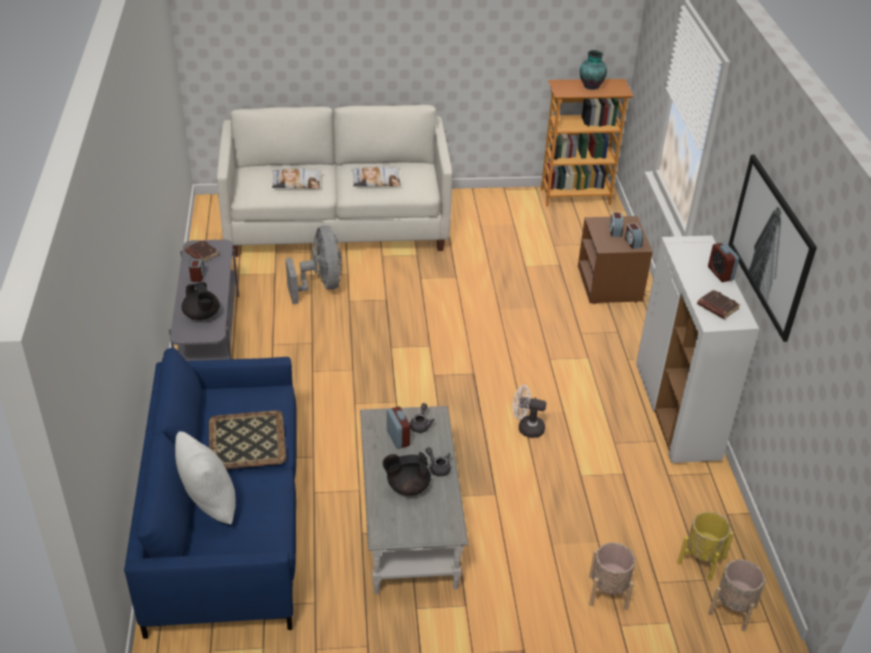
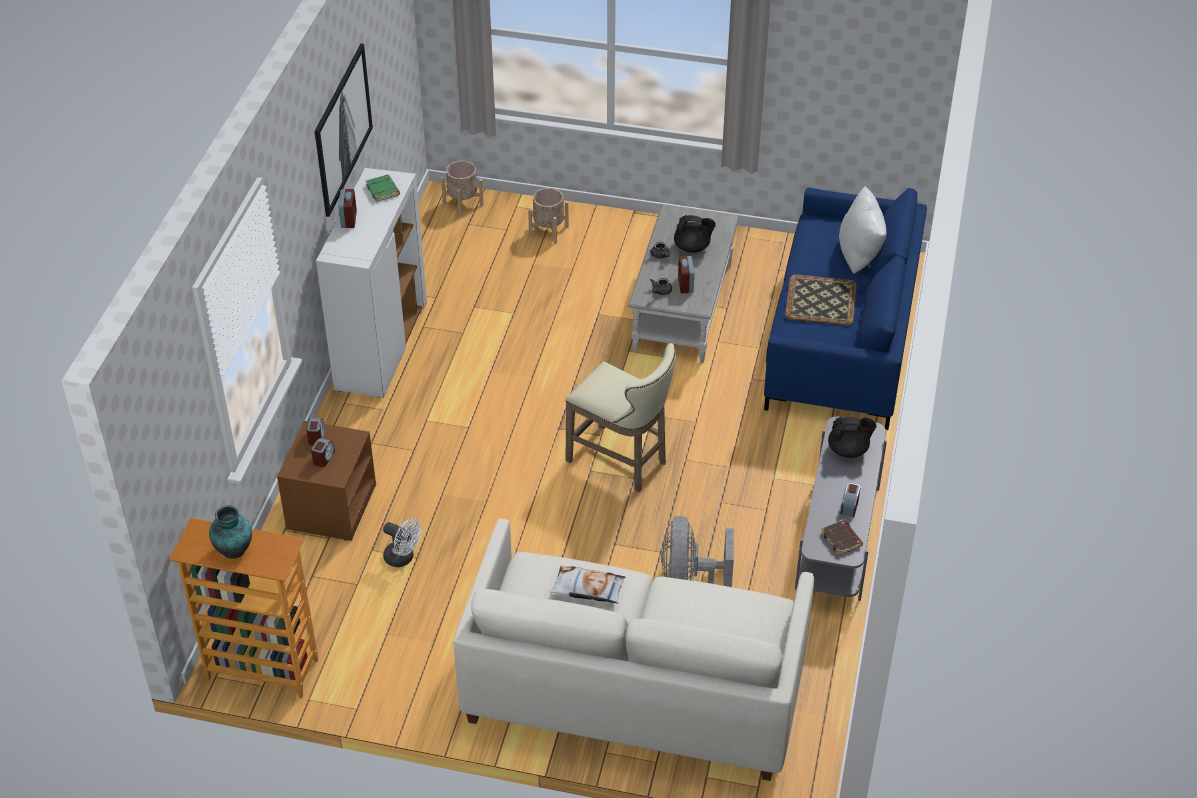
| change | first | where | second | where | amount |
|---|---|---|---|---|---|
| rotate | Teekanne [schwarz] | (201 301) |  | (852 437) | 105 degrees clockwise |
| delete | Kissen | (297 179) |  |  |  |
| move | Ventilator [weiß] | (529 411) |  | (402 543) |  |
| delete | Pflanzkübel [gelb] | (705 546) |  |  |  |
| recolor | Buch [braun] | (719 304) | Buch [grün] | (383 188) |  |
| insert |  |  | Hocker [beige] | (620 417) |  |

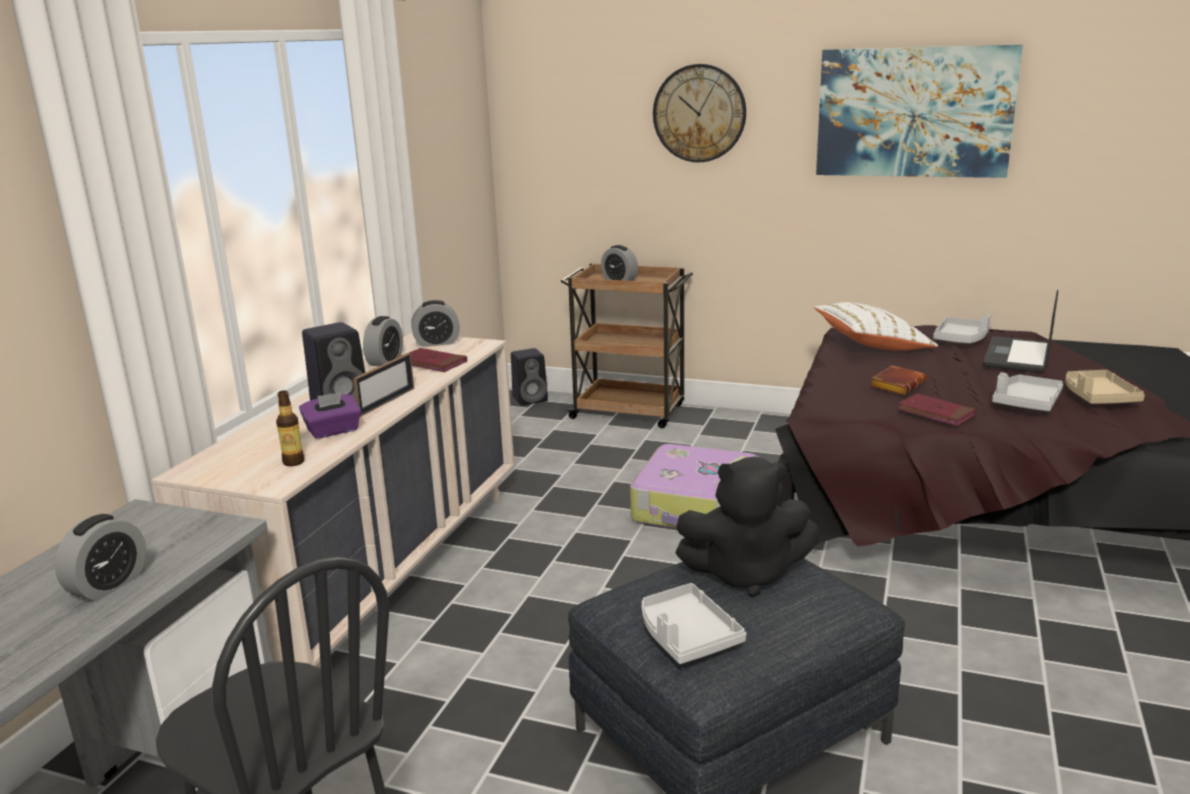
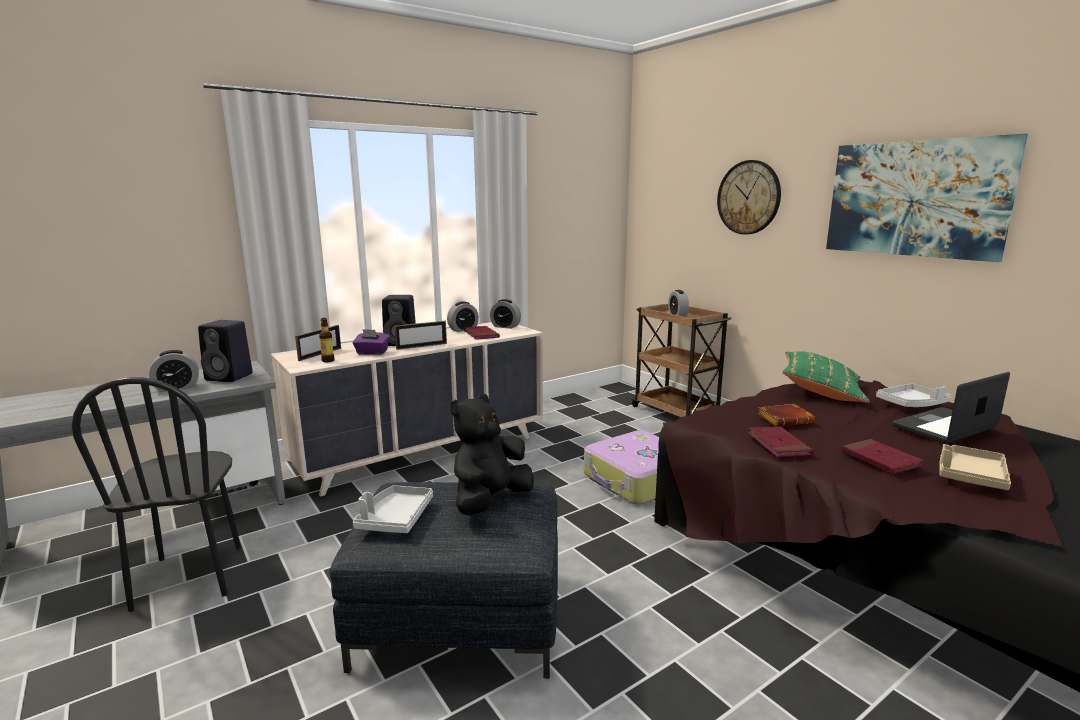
| change | first | where | second | where | amount |
|---|---|---|---|---|---|
| move | Lautsprecher [schwarz] | (529 376) |  | (225 351) |  |
| rotate | Plüschtier [schwarz] | (747 526) |  | (492 454) | 90 degrees clockwise |
| recolor | Kissen [weiß] | (876 326) | Kissen [grün] | (826 377) |  |
| replace | Tablett [grau] | (1027 391) | Buch [rot] | (882 456) |  |
| insert |  |  | Bilderrahmen | (318 343) |  |

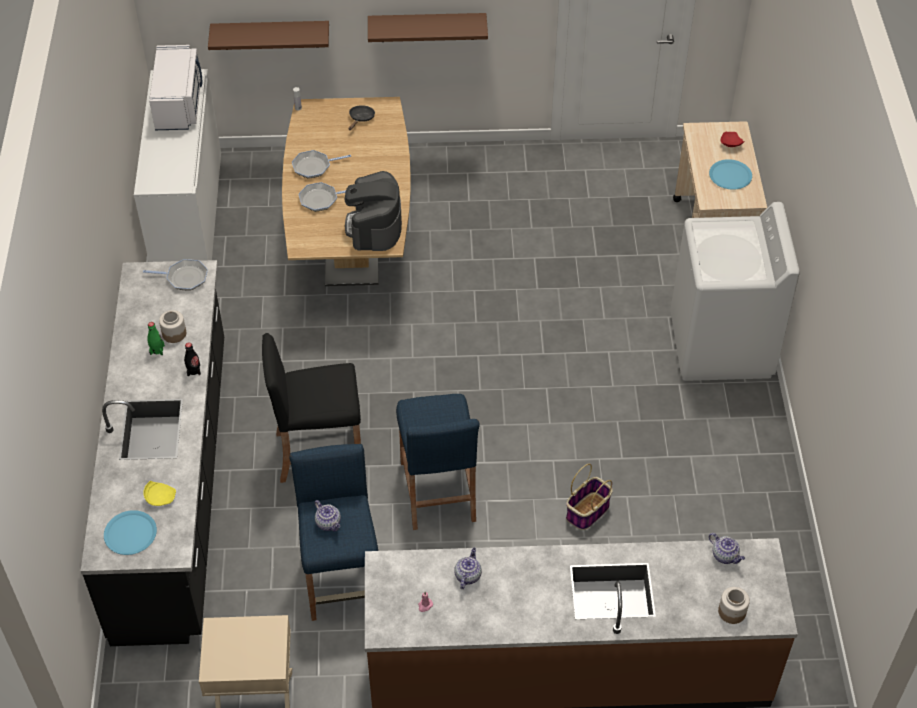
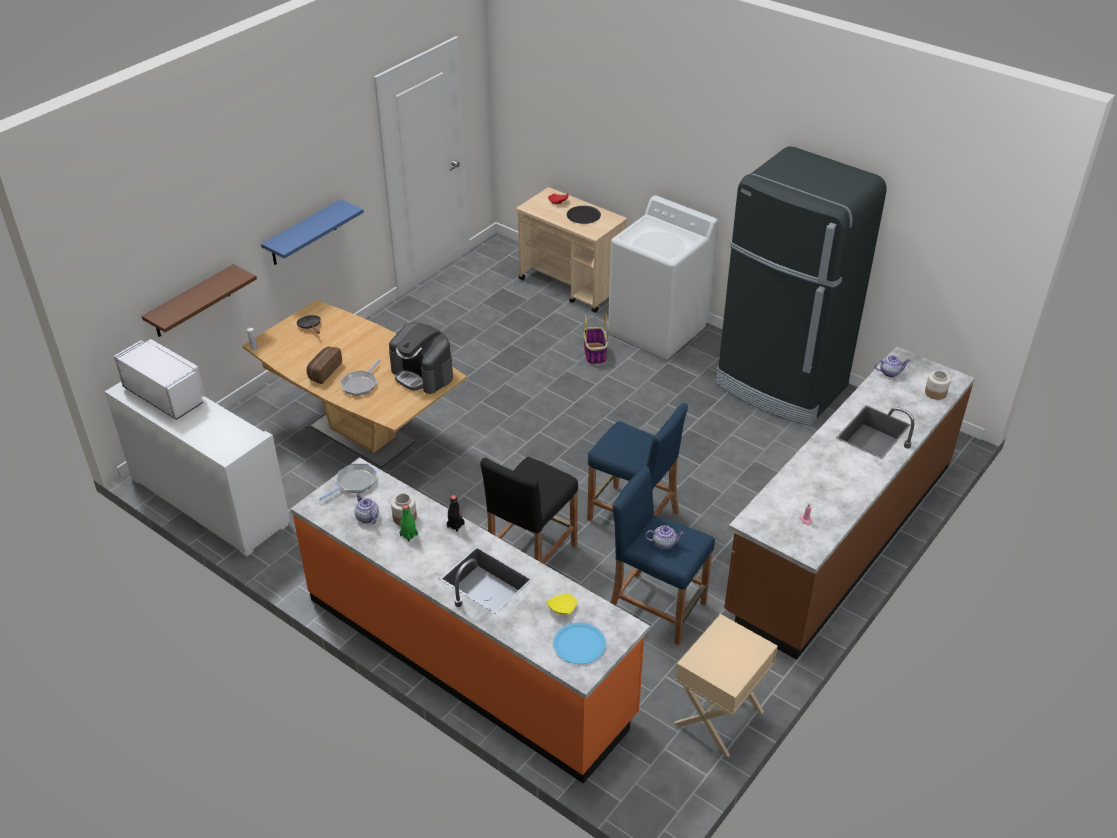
| change | first | where | second | where | amount |
|---|---|---|---|---|---|
| recolor | Küchenzeile [schwarz] | (152 453) | Küchenzeile [orange] | (470 620) |  |
| replace | Pfanne | (321 164) | Brot | (324 365) |  |
| recolor | Wandregal [braun] | (428 27) | Wandregal [blau] | (312 232) |  |
| move | Teekanne | (468 568) |  | (366 508) |  |
| move | Korb | (589 497) |  | (595 339) |  |
| recolor | Teller [blau] | (730 174) | Teller [schwarz] | (584 215) |  |
| insert |  |  | Kühlschrank [schwarz] | (801 286) |  |

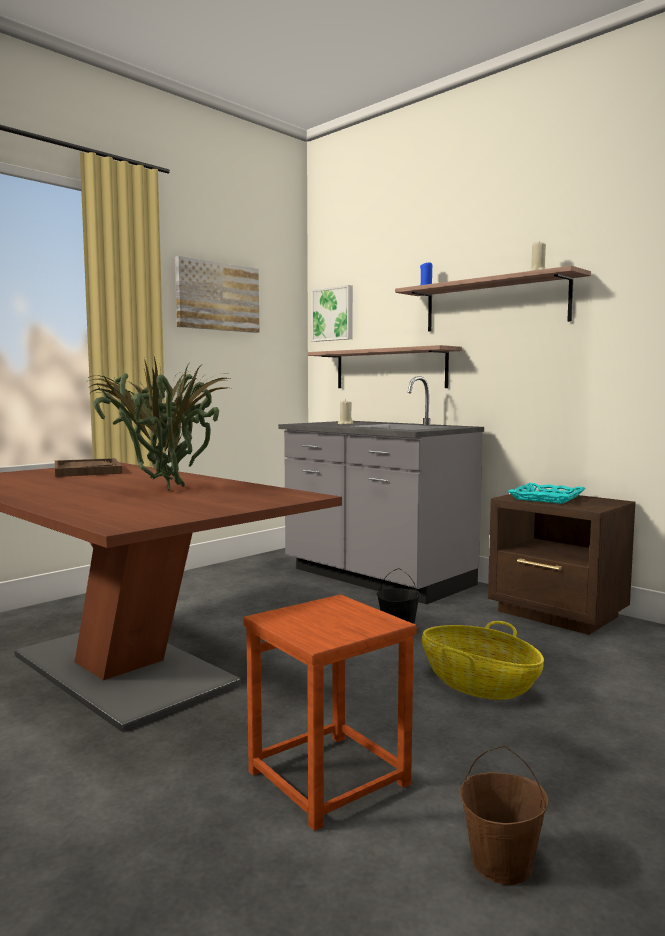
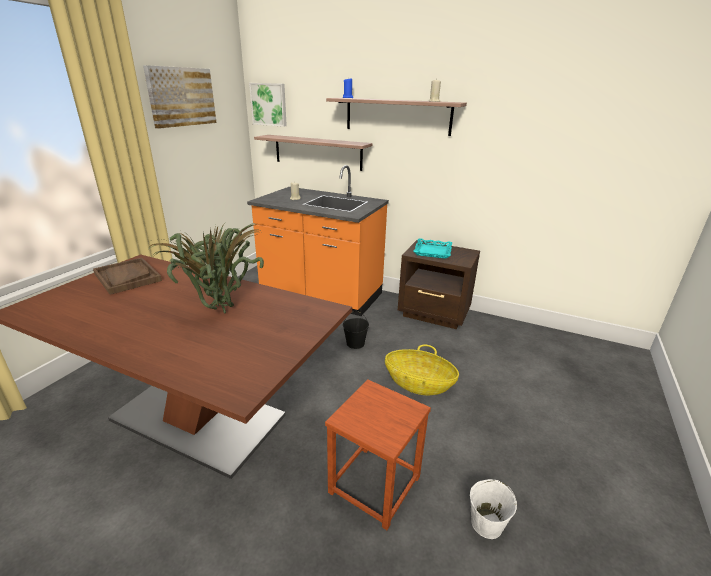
| change | first | where | second | where | amount |
|---|---|---|---|---|---|
| recolor | Küchenzeile [grau] | (381 490) | Küchenzeile [orange] | (318 240) |  |
| recolor | Eimer [braun] | (504 815) | Eimer [weiß] | (493 509) |  |

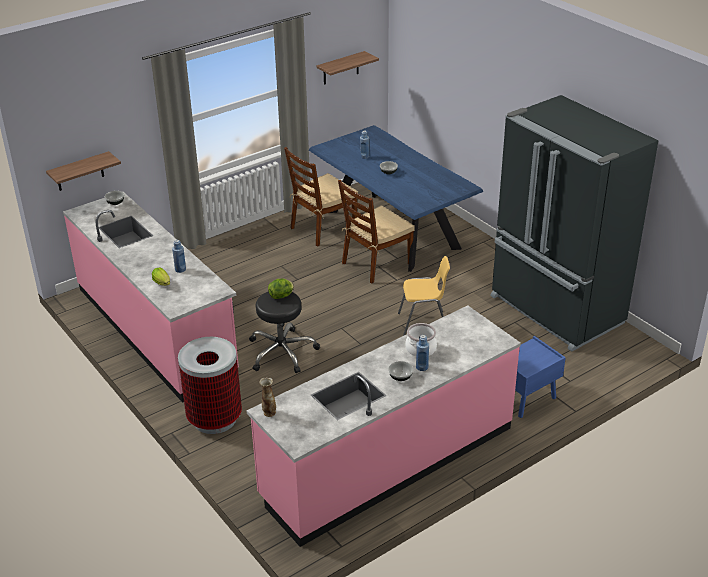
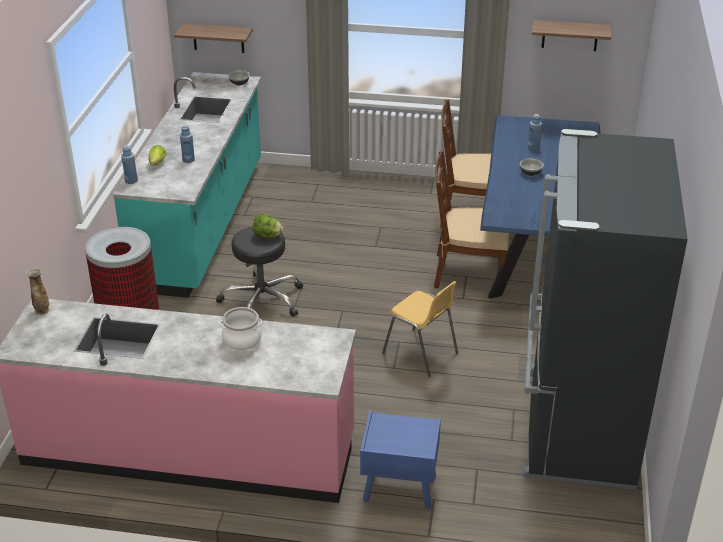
| change | first | where | second | where | amount |
|---|---|---|---|---|---|
| recolor | Küchenzeile [rosa] | (151 297) | Küchenzeile [türkis] | (187 185) |  |
| delete | Schüssel | (400 371) |  |  |  |
| move | Flasche [blau] | (422 353) |  | (129 164) |  |

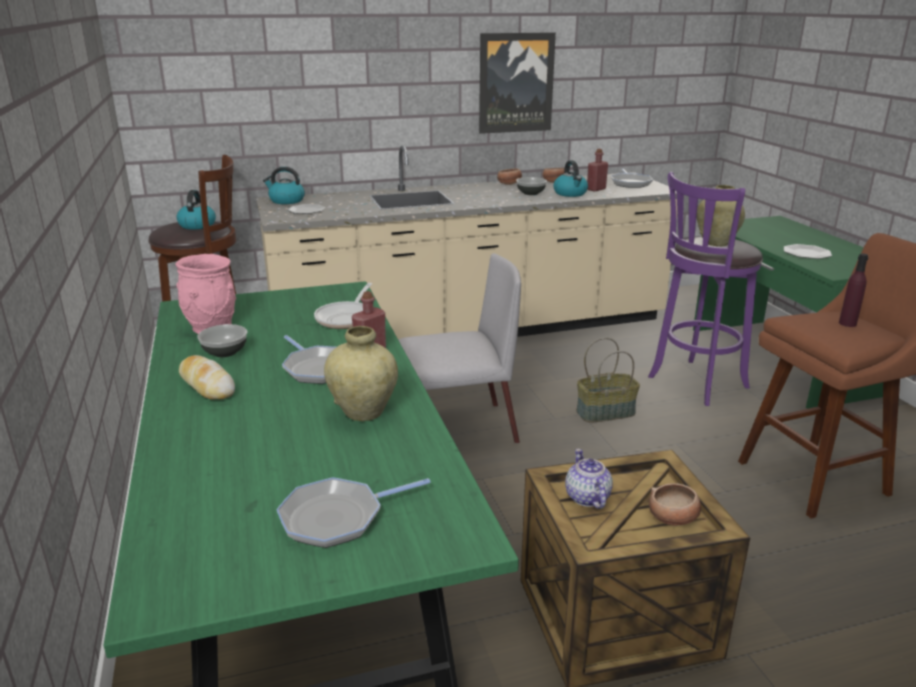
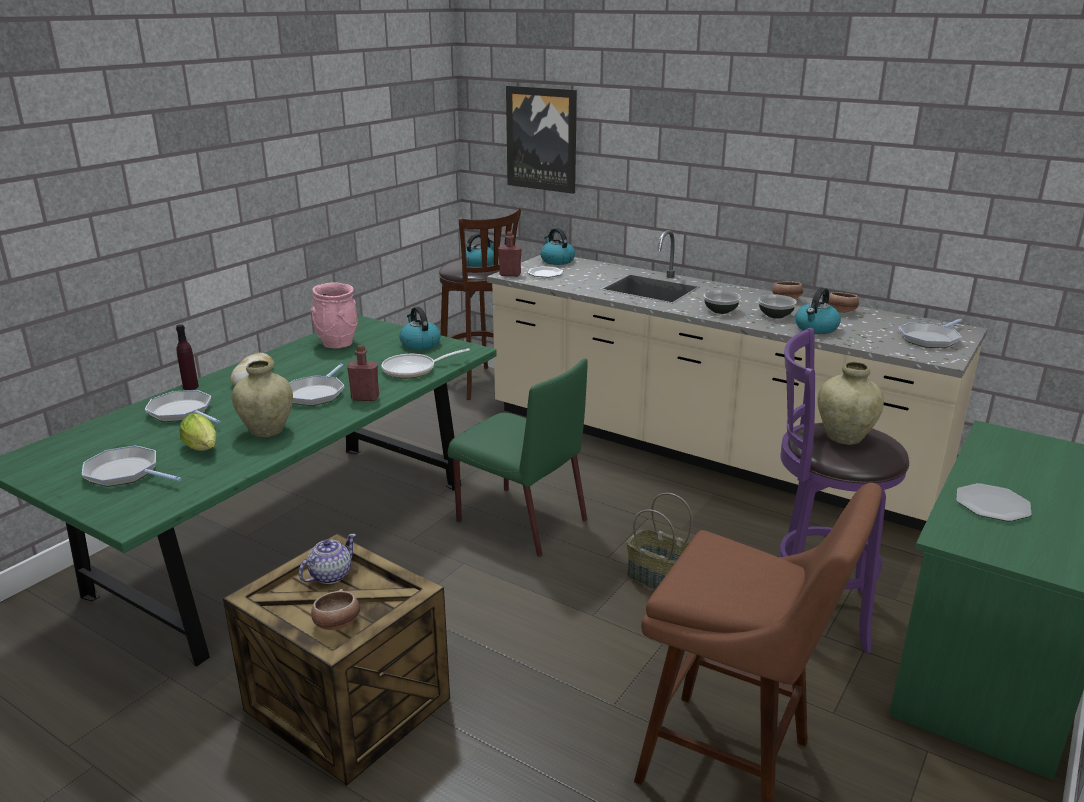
| change | first | where | second | where | amount |
|---|---|---|---|---|---|
| move | Schüssel | (222 340) |  | (722 302) |  |
| recolor | Stuhl [grau] | (459 348) | Stuhl [grün] | (518 457) |  |
| move | Bild | (517 83) |  | (541 140) |  |
| move | Flasche [rot] | (597 170) |  | (510 254) |  |
| move | Flasche [lila] | (853 290) |  | (187 357) |  |
| insert |  |  | Pfanne | (183 406) |  |
| insert |  |  | Salatkopf | (197 432) |  |
| insert |  |  | Wasserkessel | (420 328) |  |

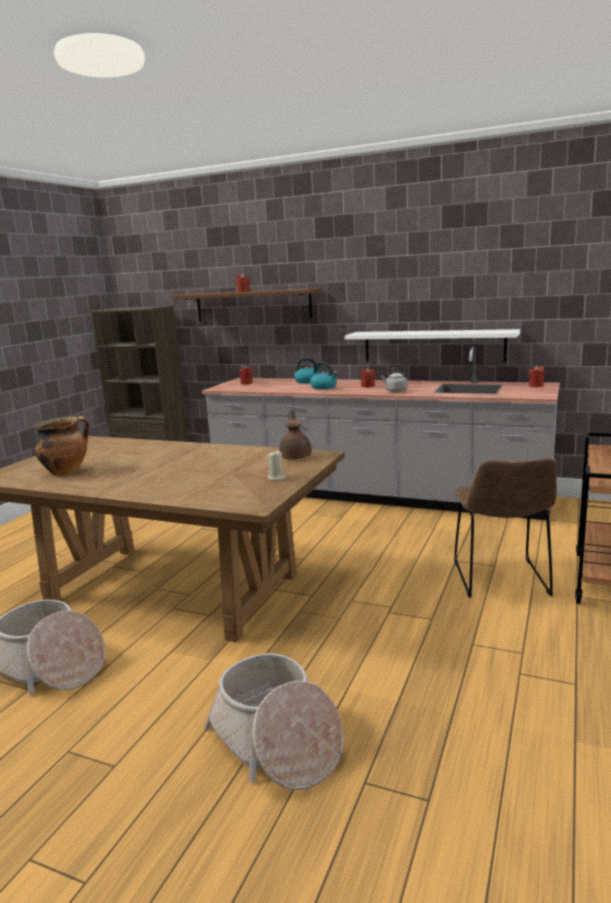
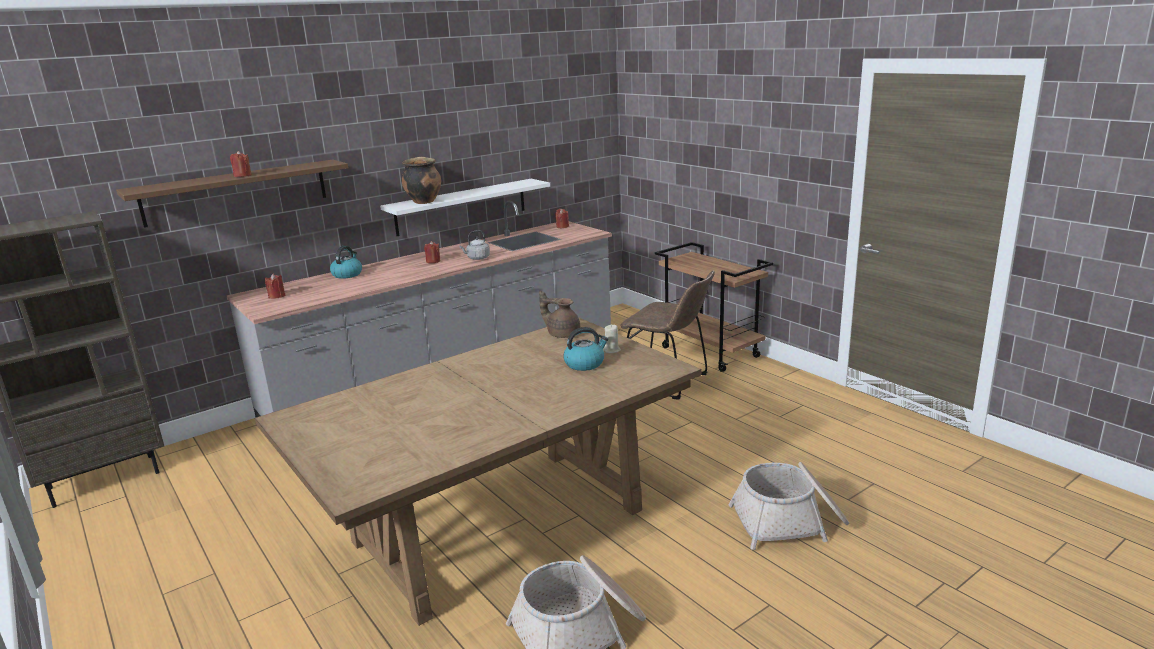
| change | first | where | second | where | amount |
|---|---|---|---|---|---|
| move | Kochtopf | (61 446) |  | (421 180) |  |
| move | Wasserkessel | (324 376) |  | (585 349) |  |

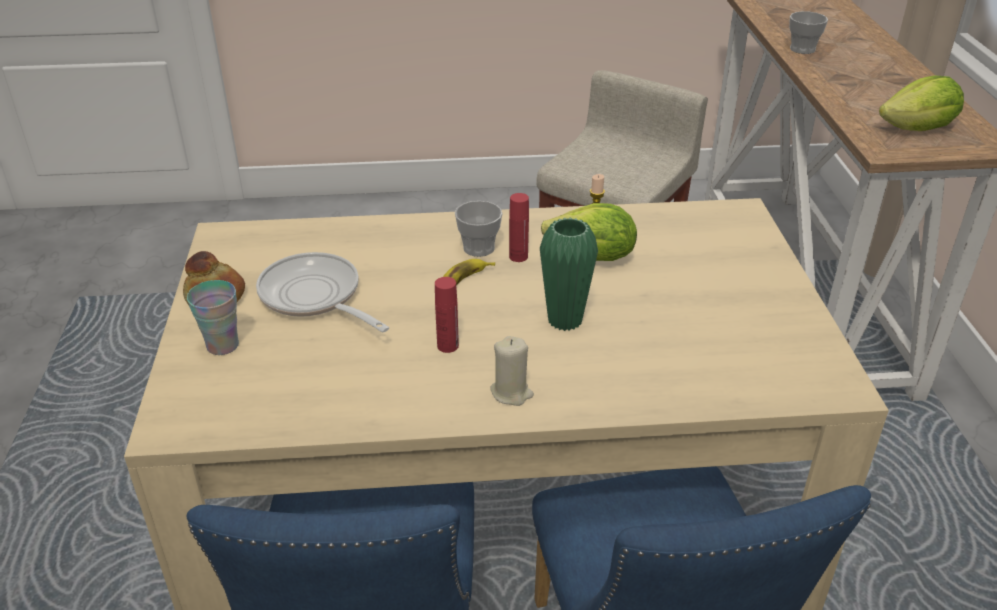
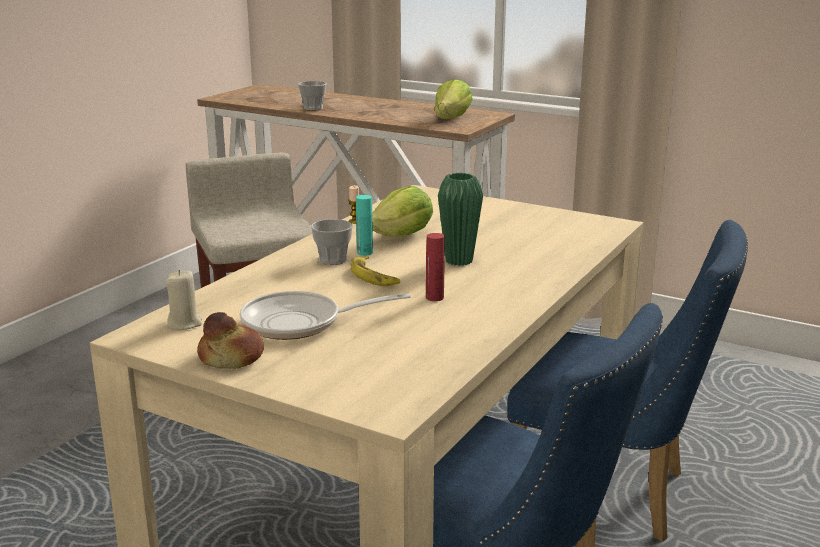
| change | first | where | second | where | amount |
|---|---|---|---|---|---|
| delete | Tasse | (213 317) |  |  |  |
| move | Kerze [beige] | (512 371) |  | (183 300) |  |
| recolor | Flasche [rot] | (519 227) | Flasche [türkis] | (364 225) |  |

